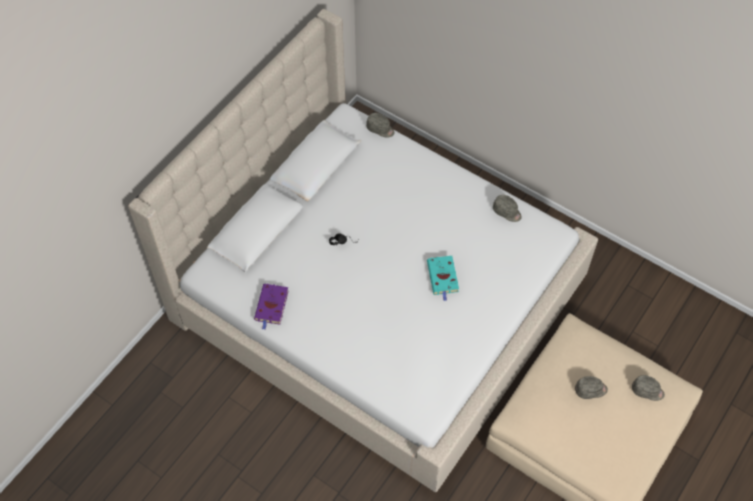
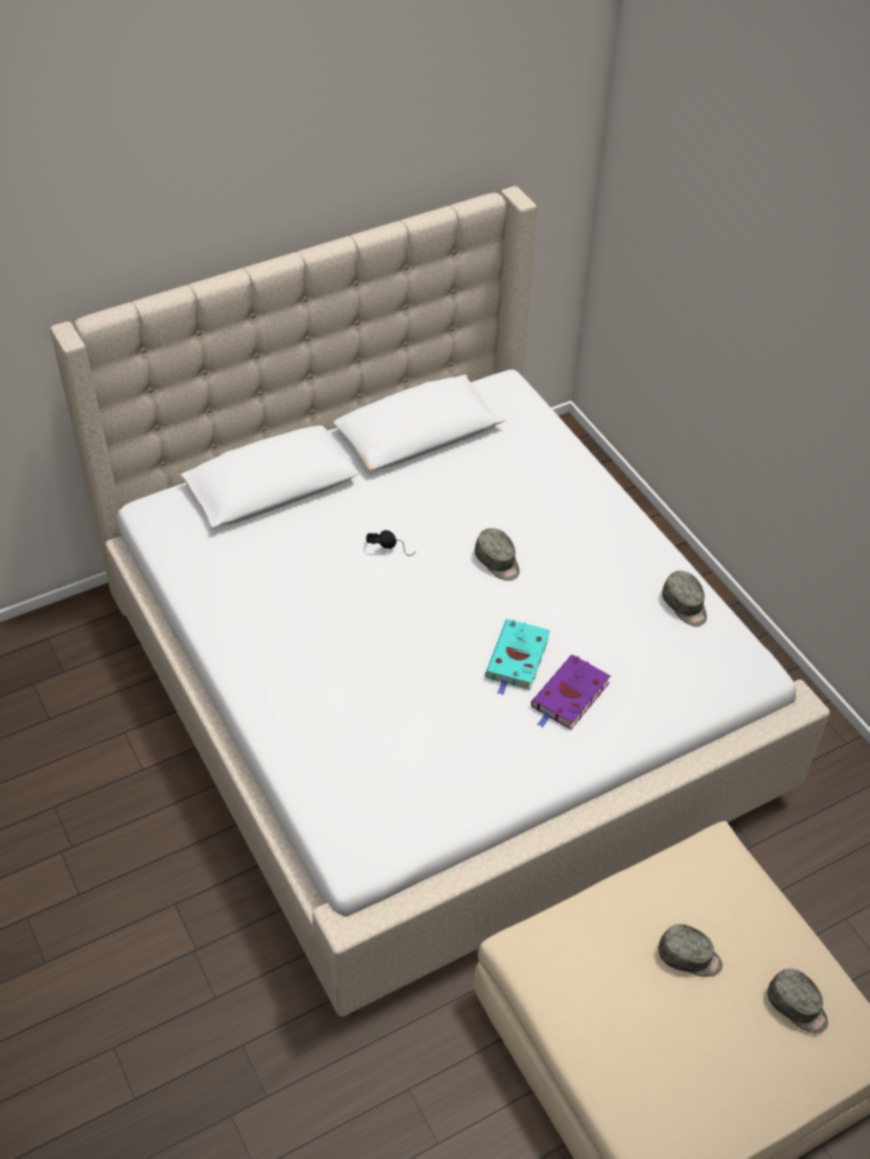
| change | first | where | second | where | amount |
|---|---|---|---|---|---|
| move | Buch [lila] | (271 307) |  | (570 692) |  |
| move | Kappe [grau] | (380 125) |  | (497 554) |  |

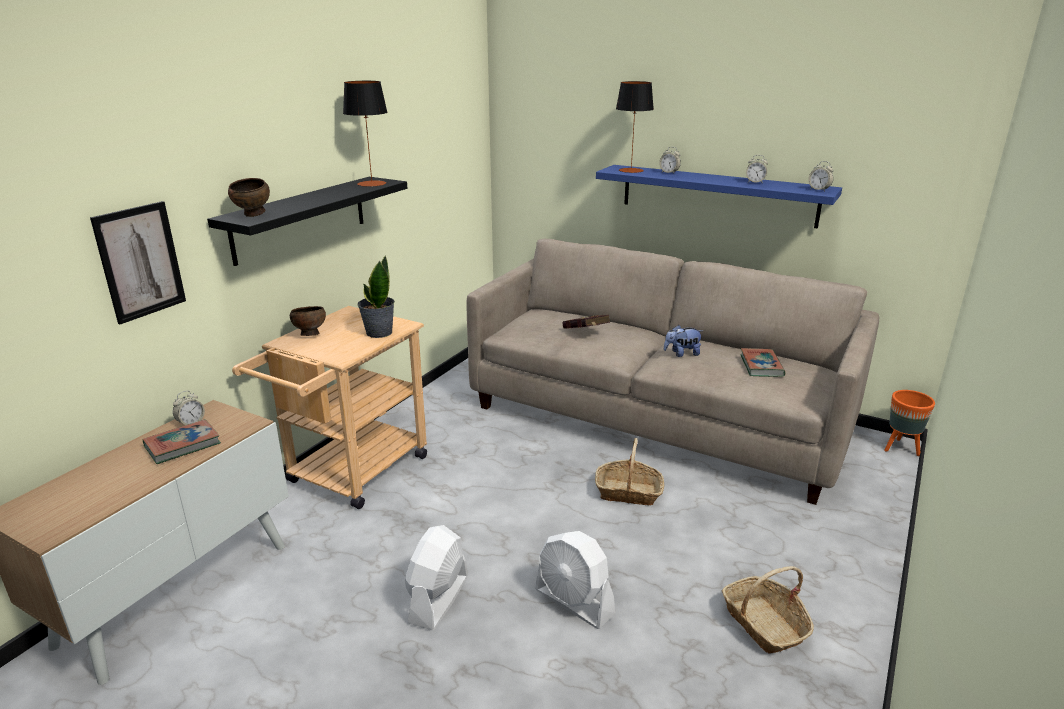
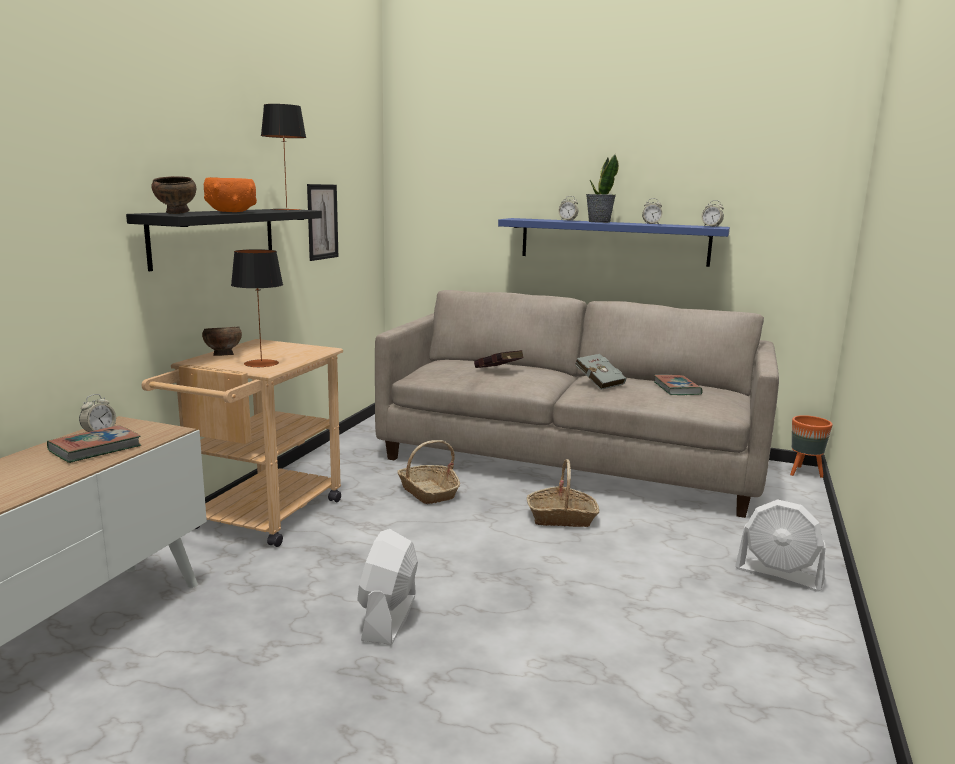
| change | first | where | second | where | amount |
|---|---|---|---|---|---|
| move | Bild | (138 262) |  | (322 222) |  |
| move | Topfpflanze | (376 296) |  | (602 188) |  |
| move | Ventilator [weiß] | (575 580) |  | (780 545) |  |
| move | Tischlampe | (635 127) |  | (257 308) |  |
| replace | Plüschtier | (683 341) | Buch [grau] | (600 372) |  |
| move | Korb | (768 610) |  | (428 472) |  |
| insert |  |  | Schüssel [orange] | (230 194) |  |

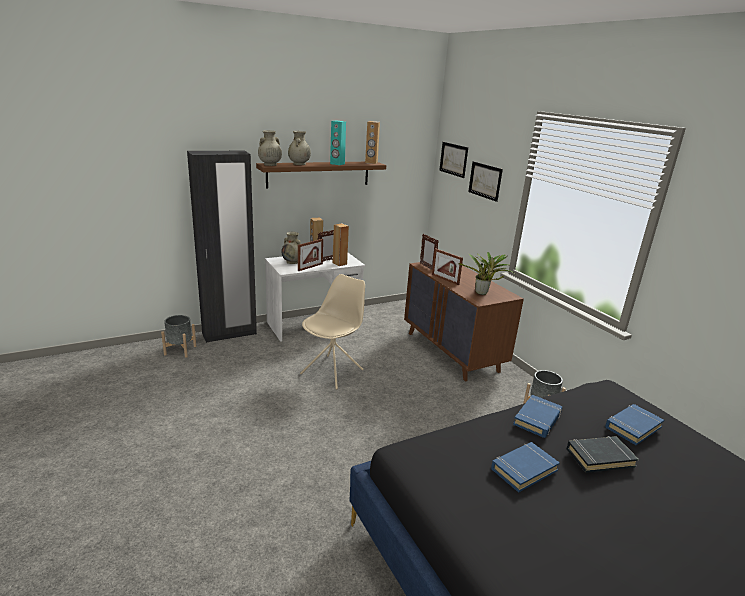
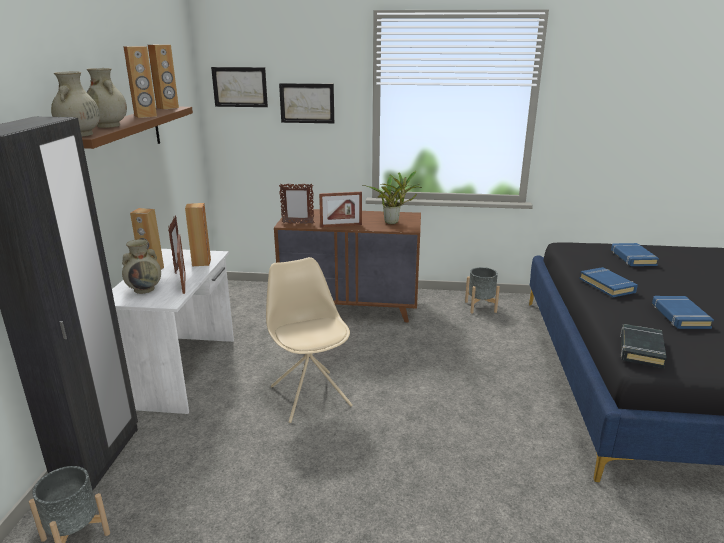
| change | first | where | second | where | amount |
|---|---|---|---|---|---|
| recolor | Lautsprecher [türkis] | (338 143) | Lautsprecher [braun] | (140 82) |  |
| move | Buch [schwarz] | (602 454) |  | (643 346) |  |

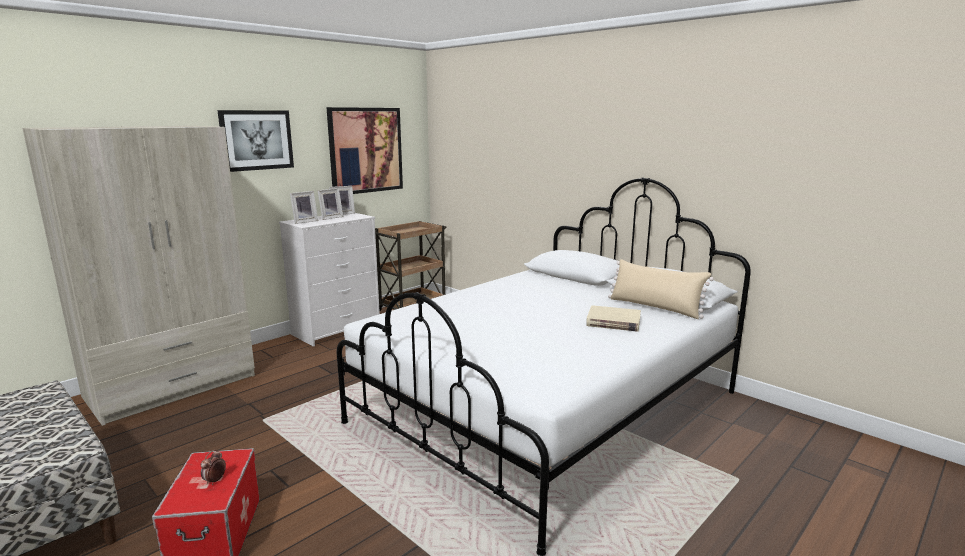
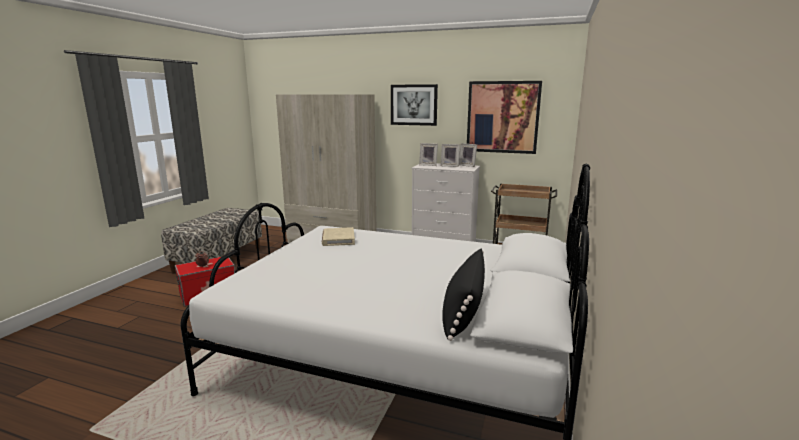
| change | first | where | second | where | amount |
|---|---|---|---|---|---|
| move | Buch [beige] | (613 318) |  | (338 236) |  |
| recolor | Kissen [beige] | (661 289) | Kissen [schwarz] | (463 294) |  |

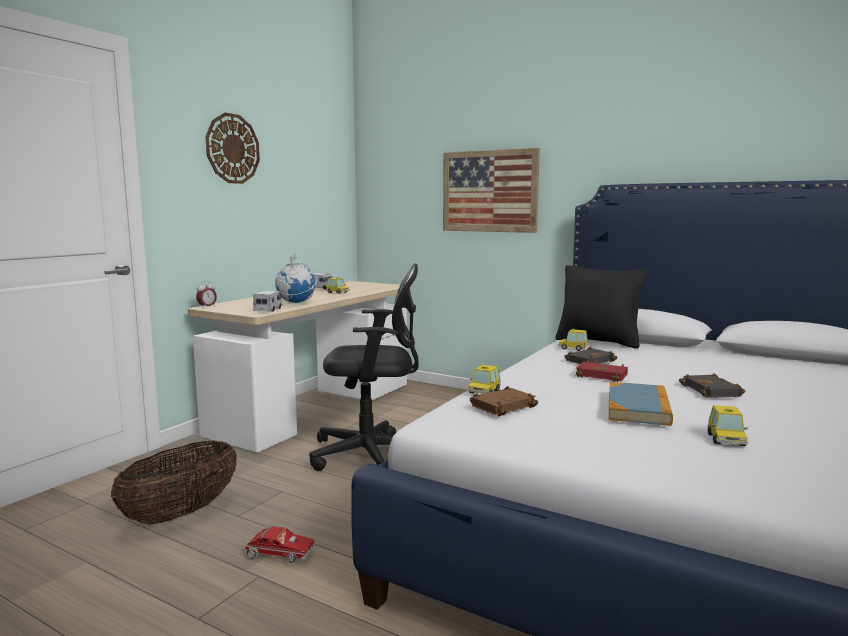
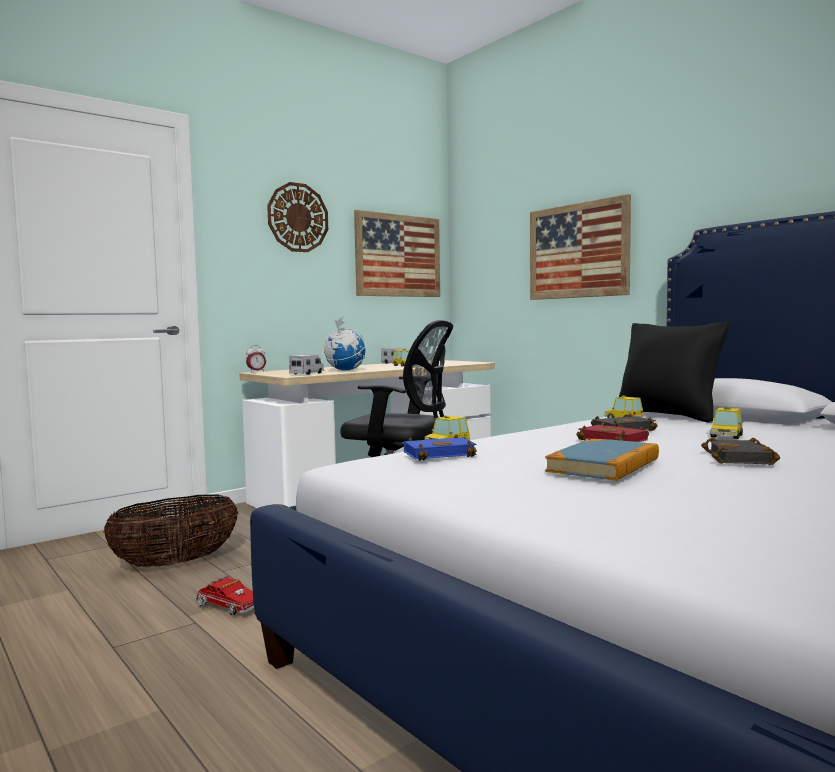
| change | first | where | second | where | amount |
|---|---|---|---|---|---|
| recolor | Buch [braun] | (504 401) | Buch [blau] | (440 447) |  |
| move | Spielzeugauto | (728 425) |  | (726 423) |  |
| insert |  |  | Bild | (397 253) |  |

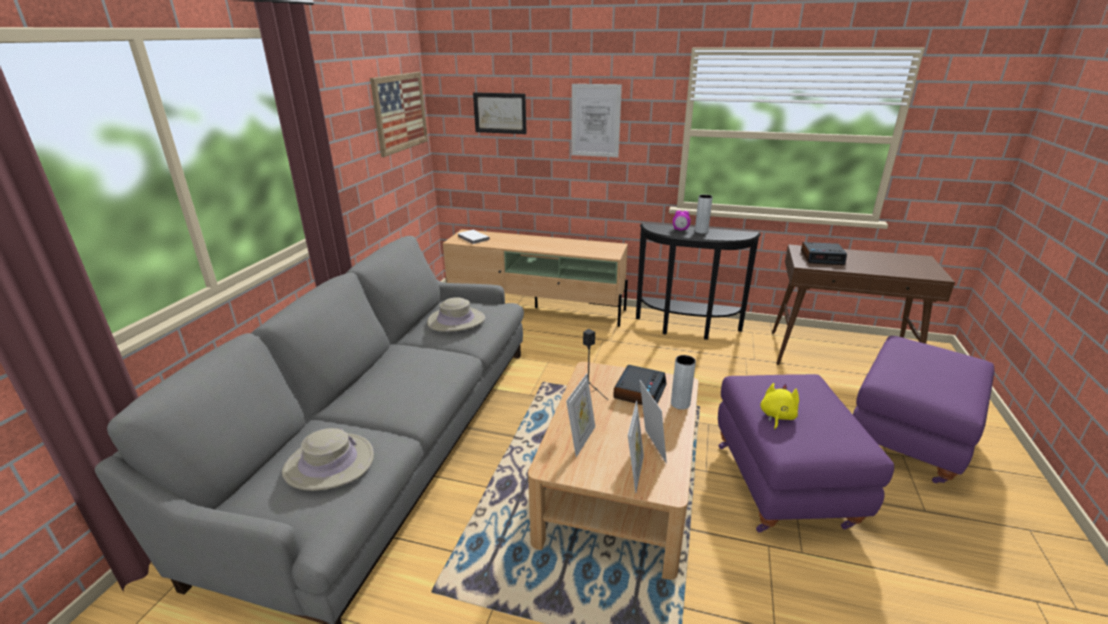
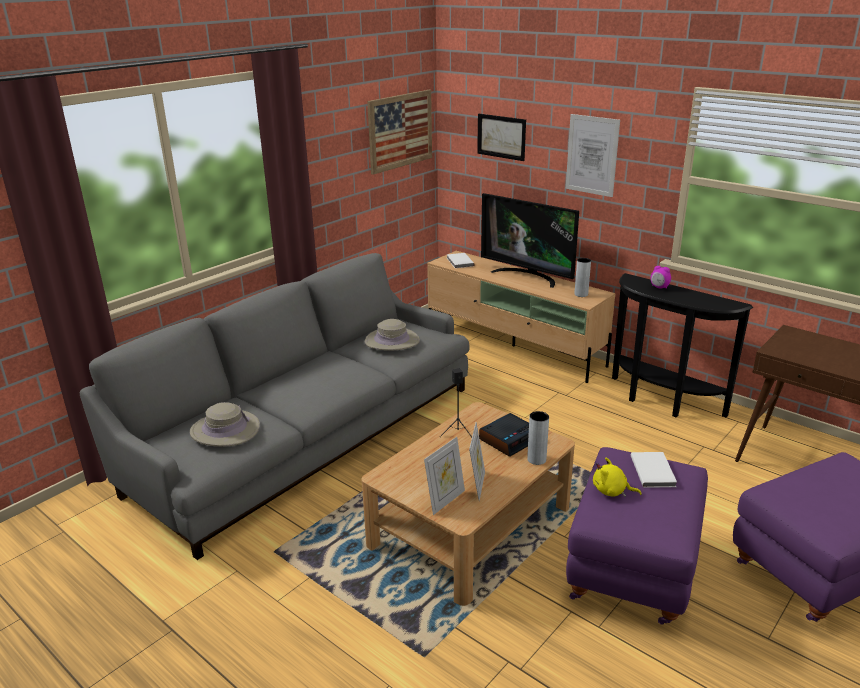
| change | first | where | second | where | amount |
|---|---|---|---|---|---|
| delete | Bilderrahmen | (580 415) |  |  |  |
| move | Vase [grau] | (704 214) |  | (582 277) |  |
| rotate | Plüschtier [gelb] | (779 406) |  | (617 477) | 120 degrees counterclockwise |
| delete | Wecker | (824 253) |  |  |  |
| insert |  |  | Fernseher | (530 240) |  |
| insert |  |  | Buch [weiß] | (654 469) |  |

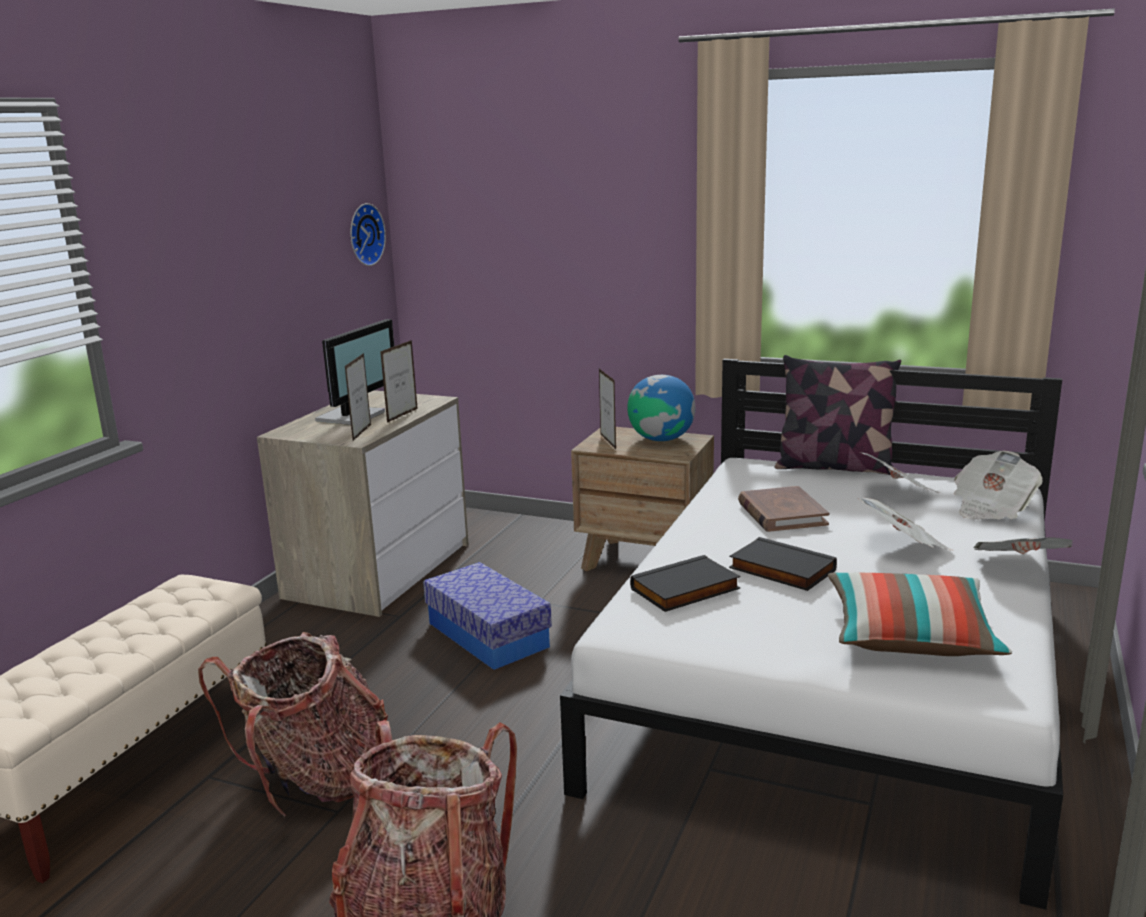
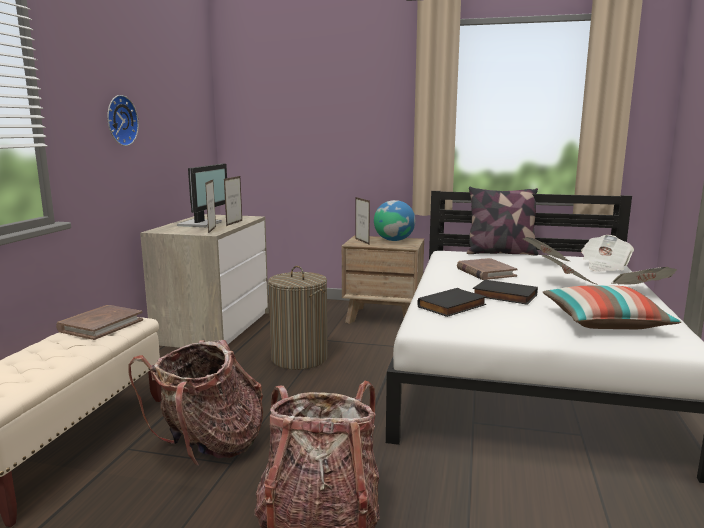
| change | first | where | second | where | amount |
|---|---|---|---|---|---|
| move | Wanduhr | (368 234) |  | (123 120) |  |
| replace | Aufbewahrungsbox | (487 616) | Wäschekorb | (298 318) |  |
| insert |  |  | Buch [braun] | (99 322) |  |

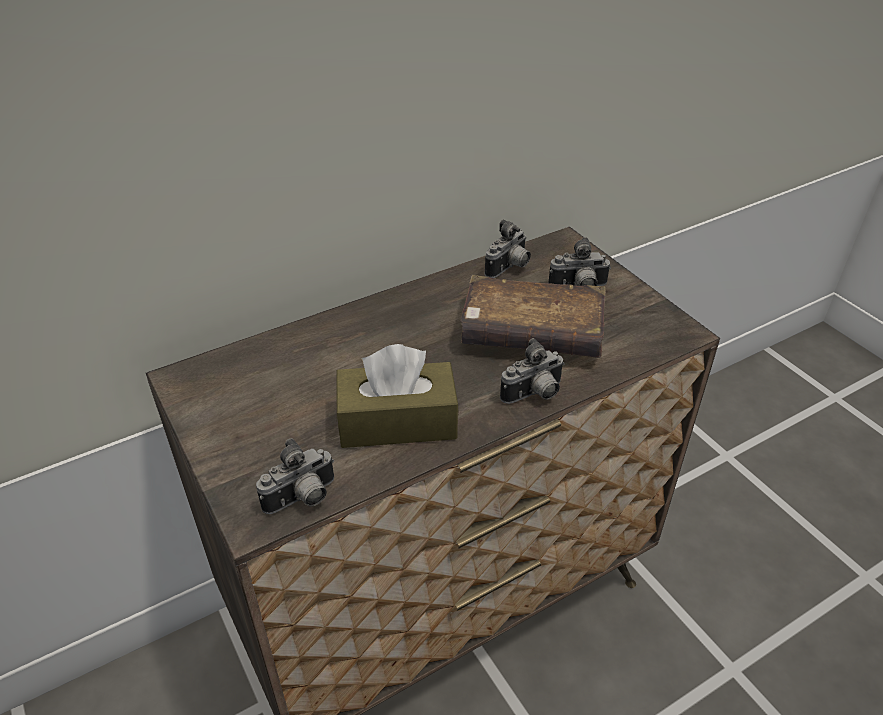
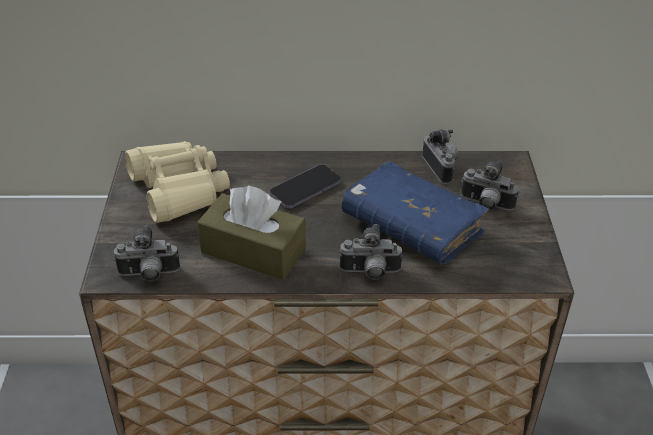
| change | first | where | second | where | amount |
|---|---|---|---|---|---|
| recolor | Buch [braun] | (533 316) | Buch [blau] | (415 212) |  |
| rotate | Kamera | (508 248) |  | (440 156) | 90 degrees counterclockwise |
| insert |  |  | Fernglas [beige] | (177 182) |  |
| insert |  |  | Handy | (305 186) |  |

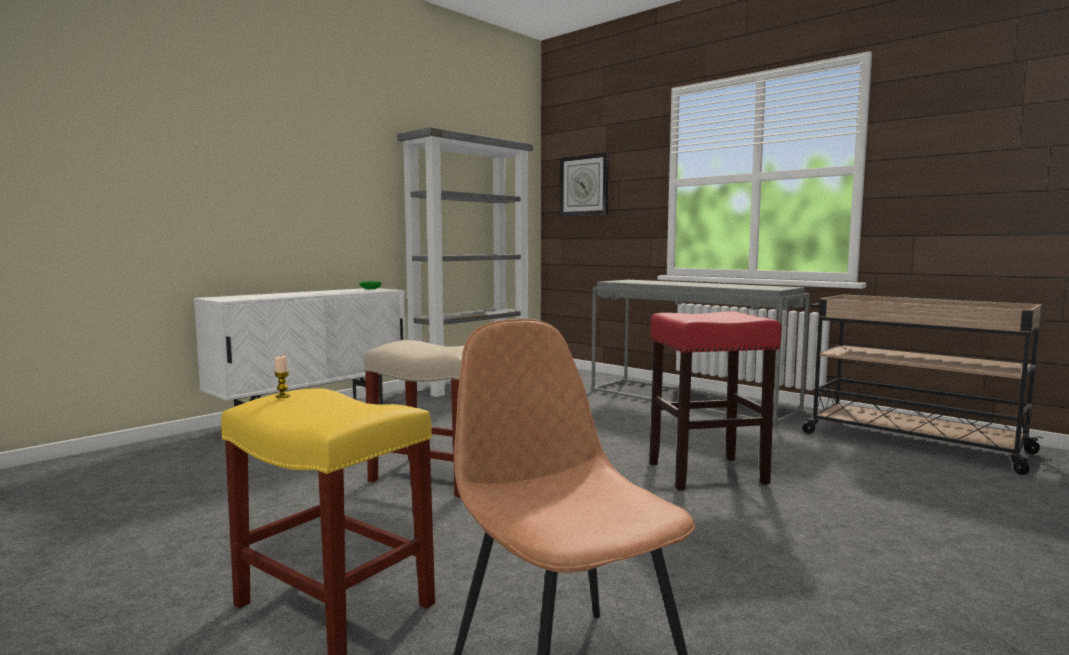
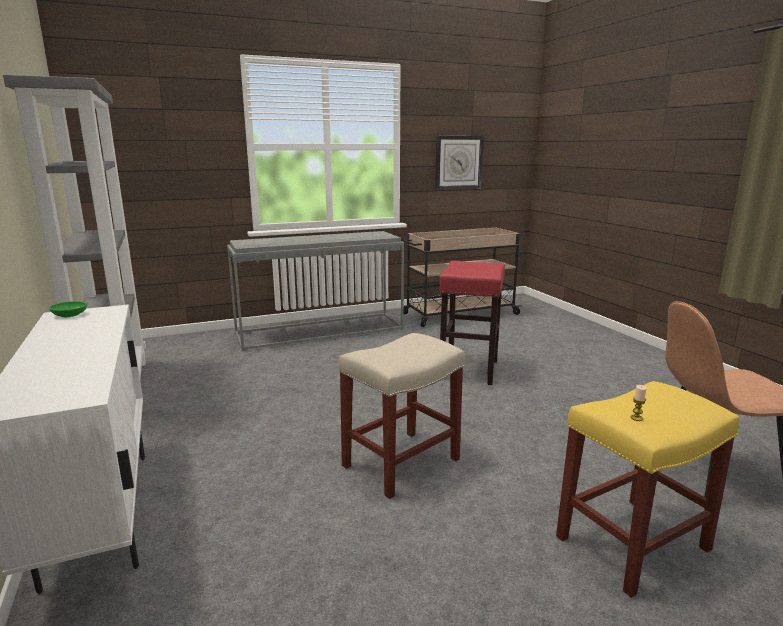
| change | first | where | second | where | amount |
|---|---|---|---|---|---|
| move | Wanduhr | (584 184) |  | (459 162) |  |

